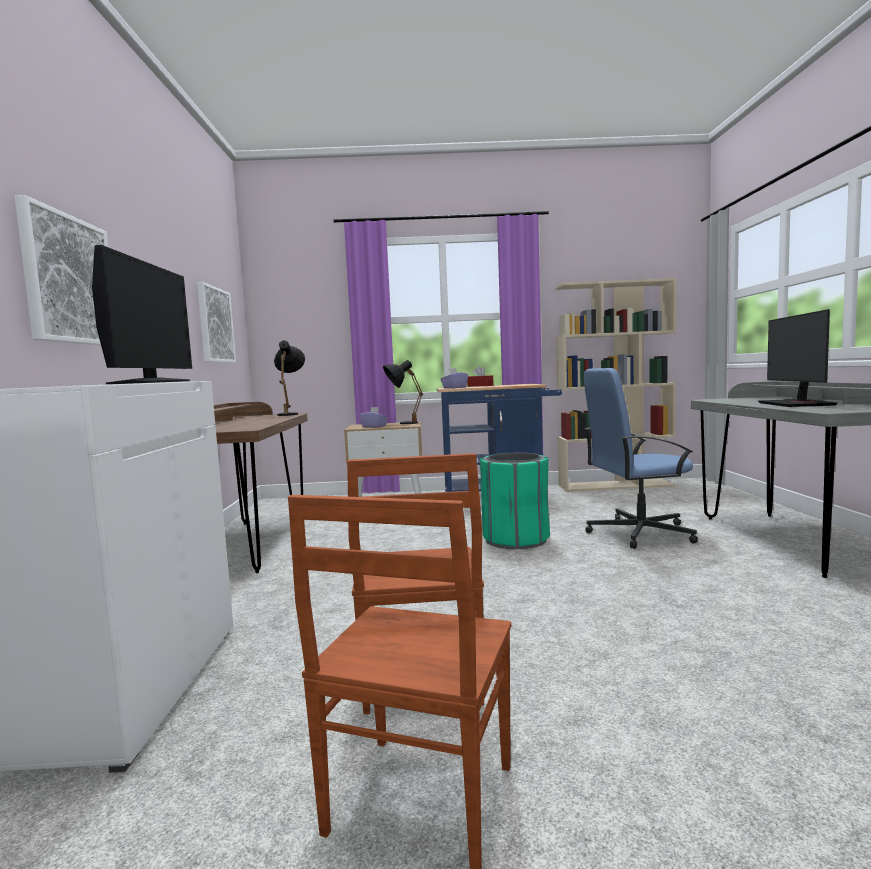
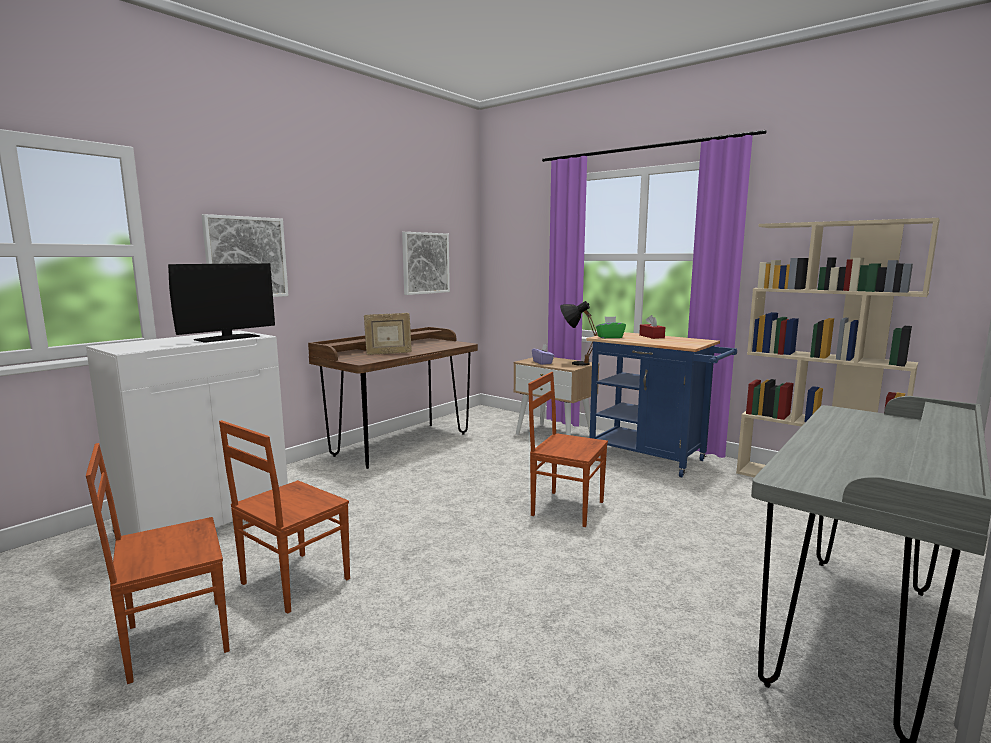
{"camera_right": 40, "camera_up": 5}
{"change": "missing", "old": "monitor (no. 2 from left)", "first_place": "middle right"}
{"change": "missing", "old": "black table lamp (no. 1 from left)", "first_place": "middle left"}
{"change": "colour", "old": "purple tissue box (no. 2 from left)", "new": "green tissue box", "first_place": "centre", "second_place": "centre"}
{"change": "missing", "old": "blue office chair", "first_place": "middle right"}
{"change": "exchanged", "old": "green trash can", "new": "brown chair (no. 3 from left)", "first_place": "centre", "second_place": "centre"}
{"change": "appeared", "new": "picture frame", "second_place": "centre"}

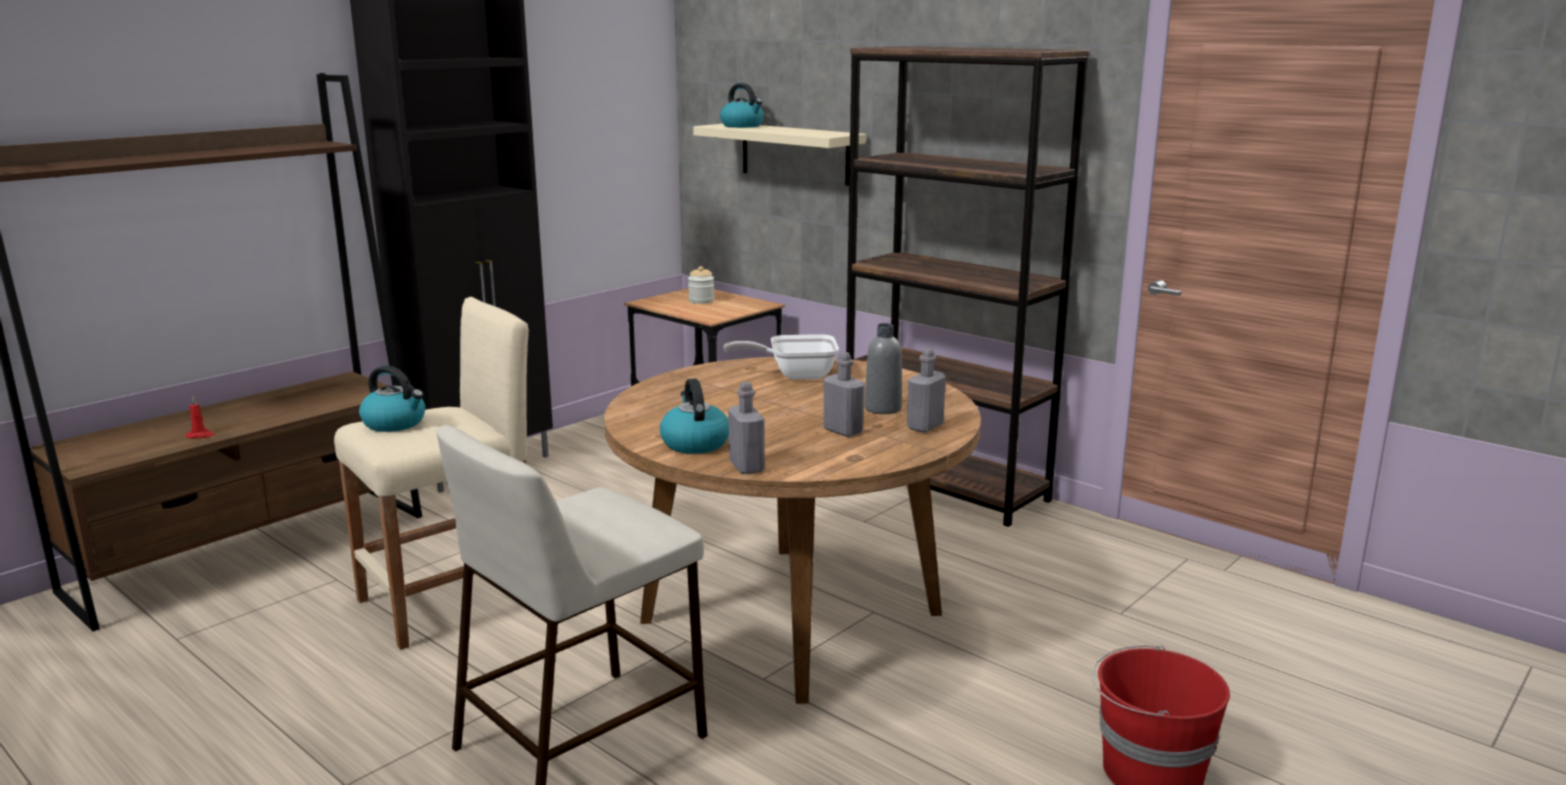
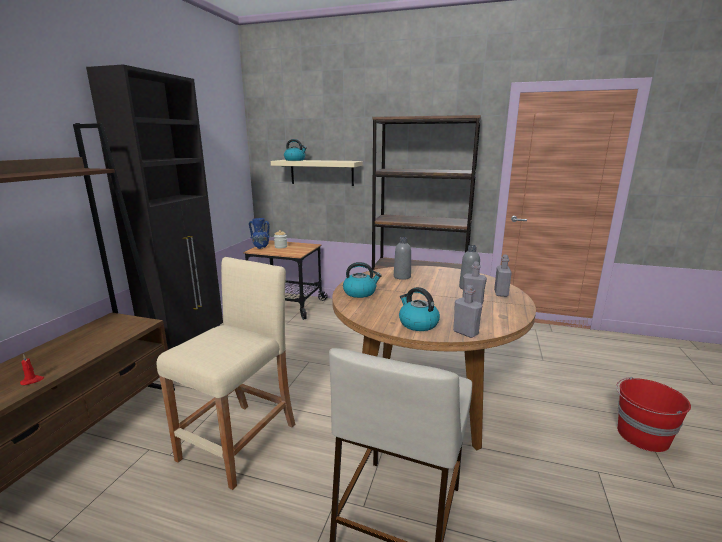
{"camera_right": -25, "camera_up": 0}
{"change": "exchanged", "old": "frying pan", "new": "grey bottle (no. 1 from left)", "first_place": "centre", "second_place": "centre"}
{"change": "relocated", "old": "kettle (no. 1 from left in the first image)", "new": "kettle (no. 2 from left)", "first_place": "middle left", "second_place": "centre"}
{"change": "appeared", "new": "blue vase", "second_place": "centre"}

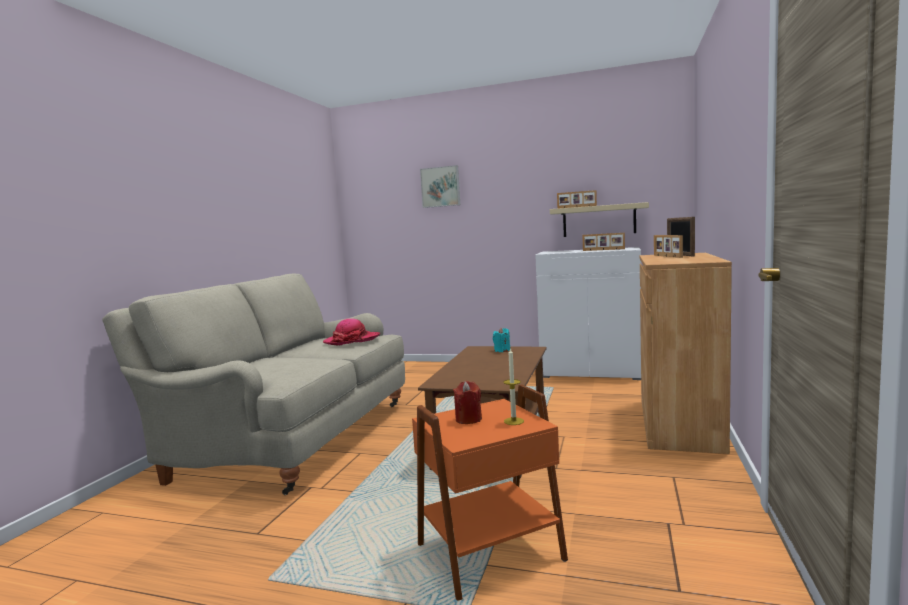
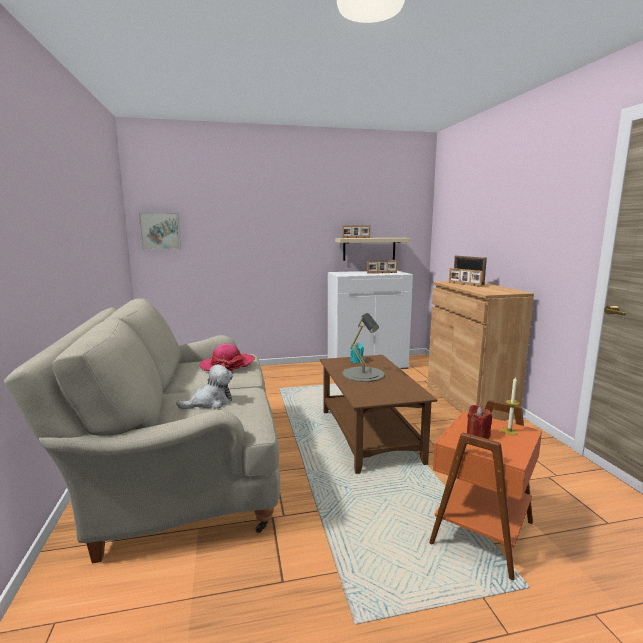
{"camera_right": -30, "camera_up": 5}
{"change": "relocated", "old": "picture", "first_place": "top centre", "second_place": "middle left"}
{"change": "appeared", "new": "grey table lamp", "second_place": "centre"}
{"change": "appeared", "new": "plush toy", "second_place": "middle left"}

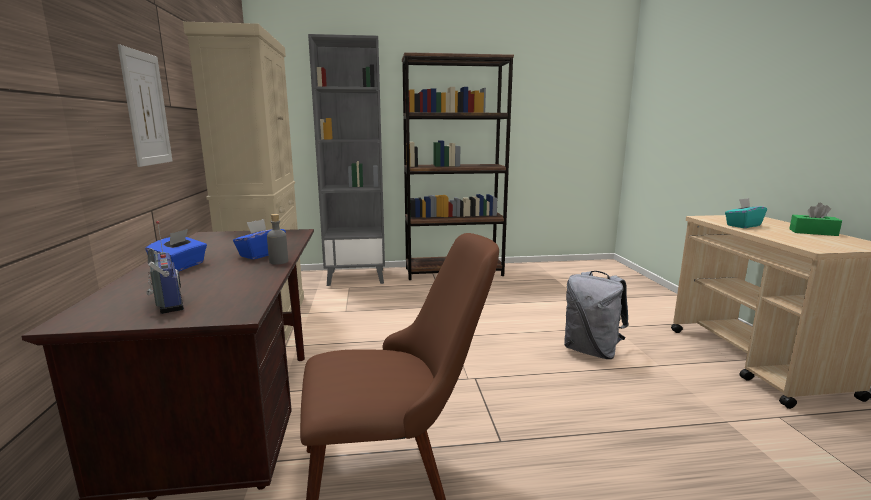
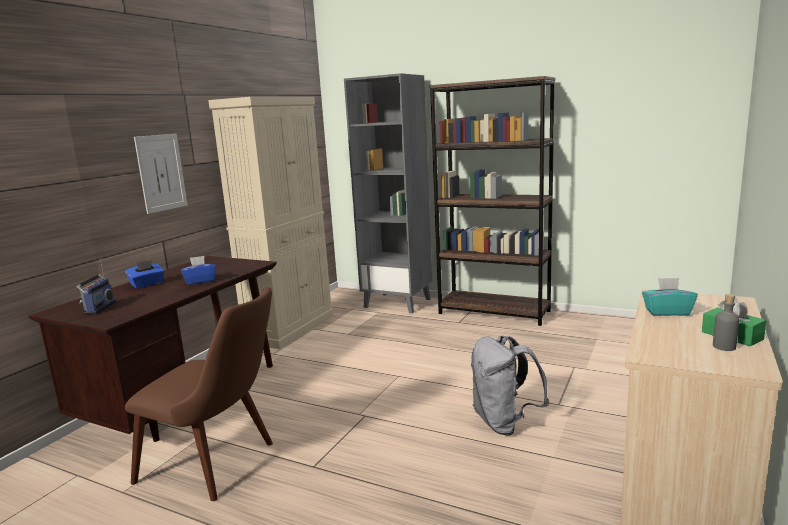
{"camera_right": 35, "camera_up": 0}
{"change": "relocated", "old": "grey bottle", "first_place": "middle left", "second_place": "middle right"}

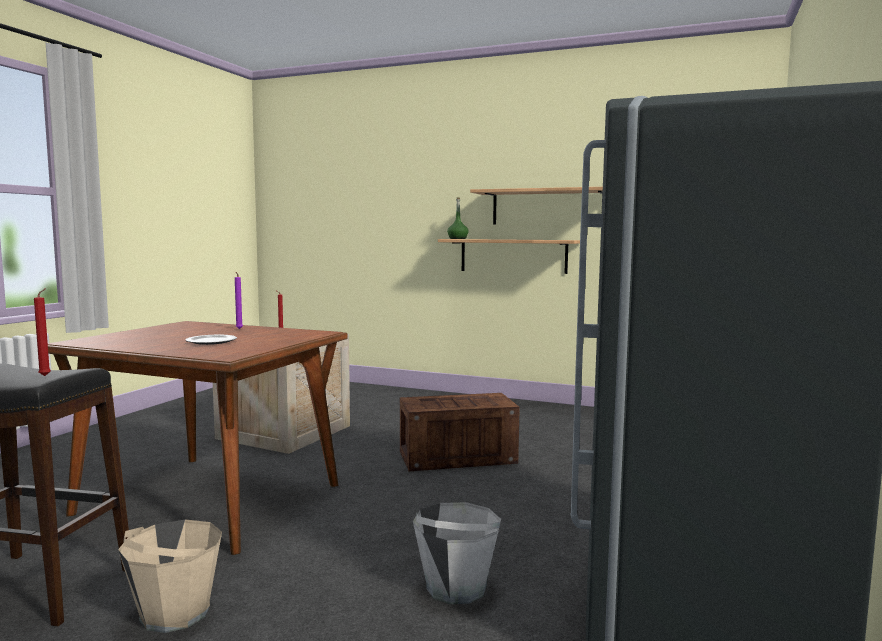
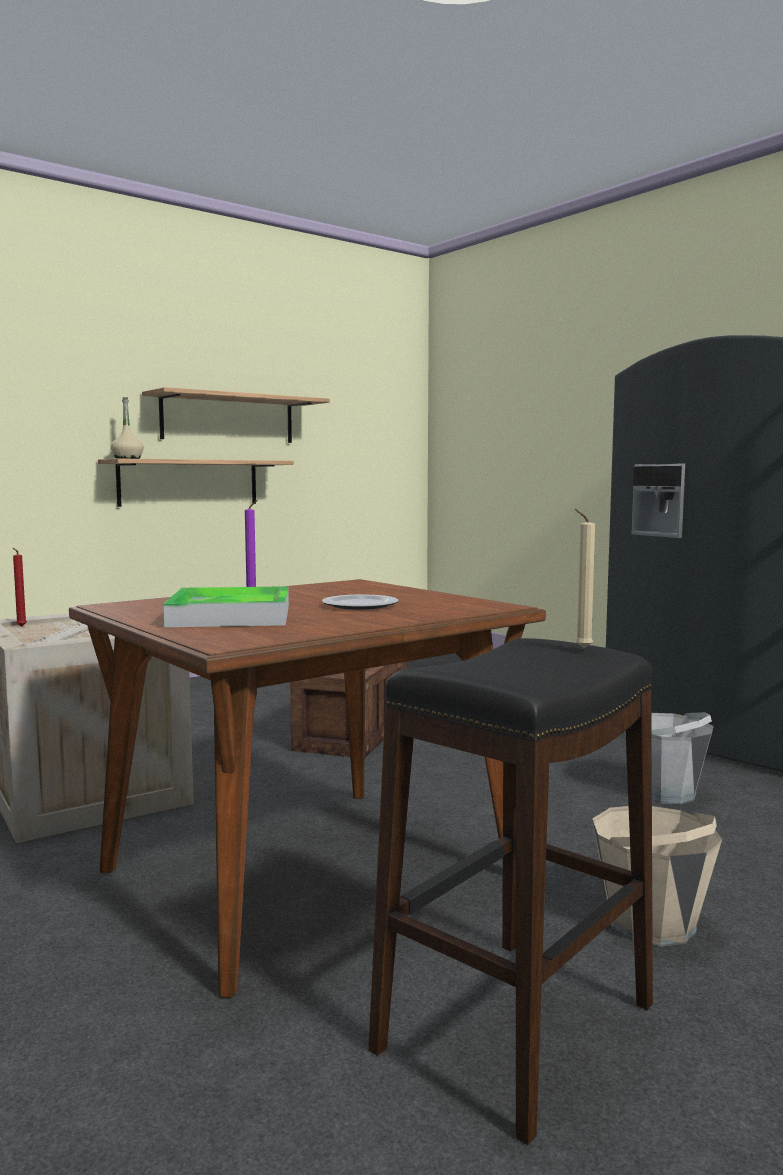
{"camera_right": -60, "camera_up": 0}
{"change": "colour", "old": "green bottle", "new": "beige bottle", "first_place": "centre", "second_place": "middle left"}
{"change": "colour", "old": "red candle (no. 1 from left)", "new": "beige candle", "first_place": "middle left", "second_place": "middle right"}
{"change": "appeared", "new": "tray", "second_place": "middle left"}

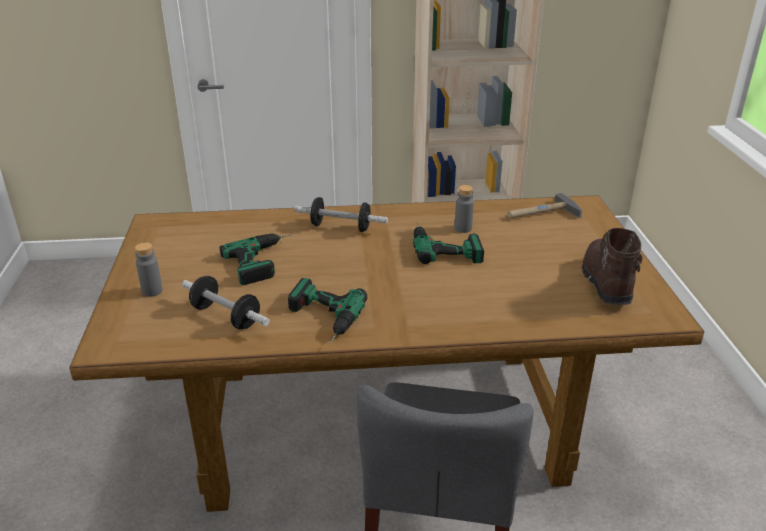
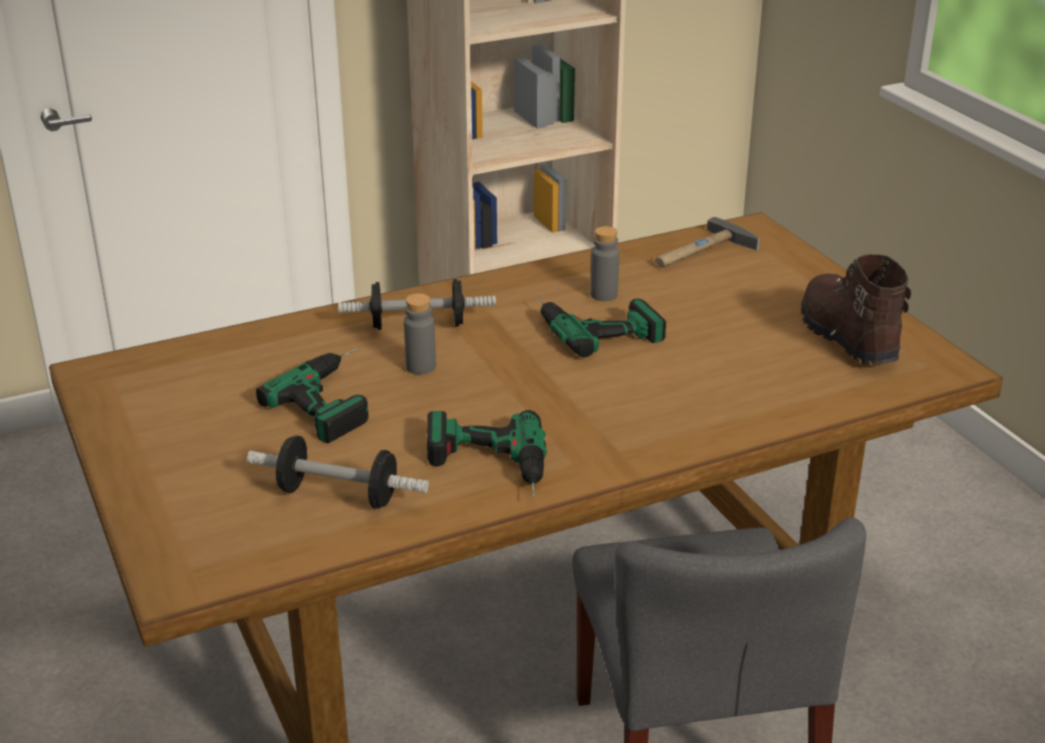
{"camera_right": -20, "camera_up": 0}
{"change": "relocated", "old": "grey bottle (no. 1 from left)", "first_place": "middle left", "second_place": "centre"}

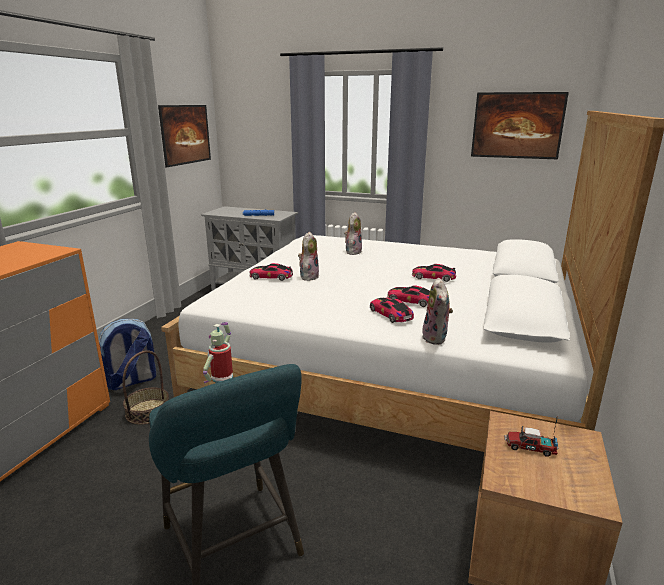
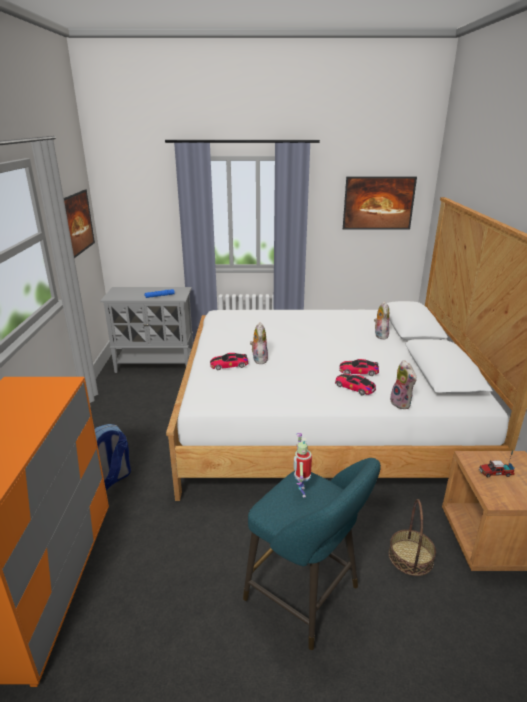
{"camera_right": -20, "camera_up": 5}
{"change": "relocated", "old": "plush toy (no. 2 from left)", "first_place": "centre", "second_place": "middle right"}
{"change": "missing", "old": "toy car (no. 4 from left)", "first_place": "centre"}
{"change": "relocated", "old": "basket", "first_place": "middle left", "second_place": "bottom right"}

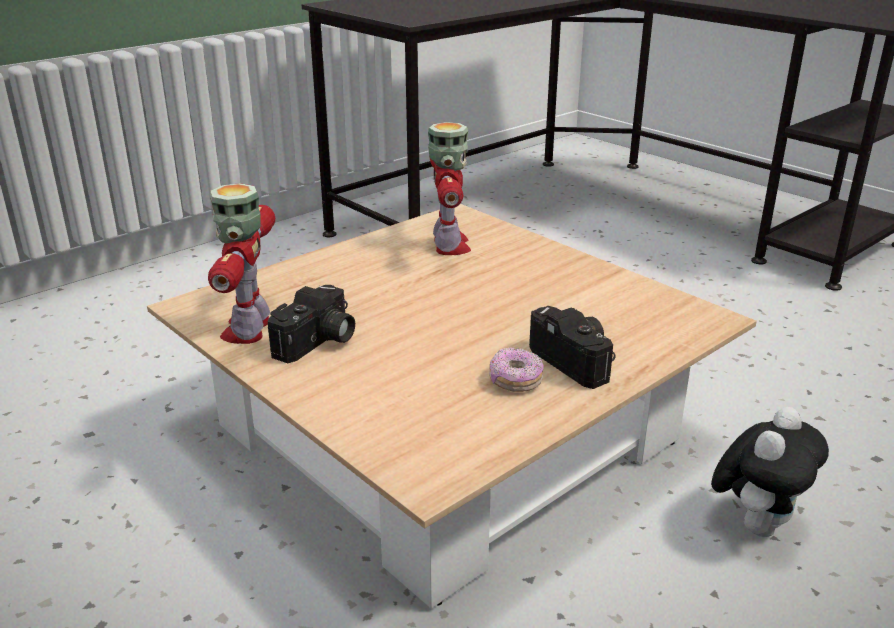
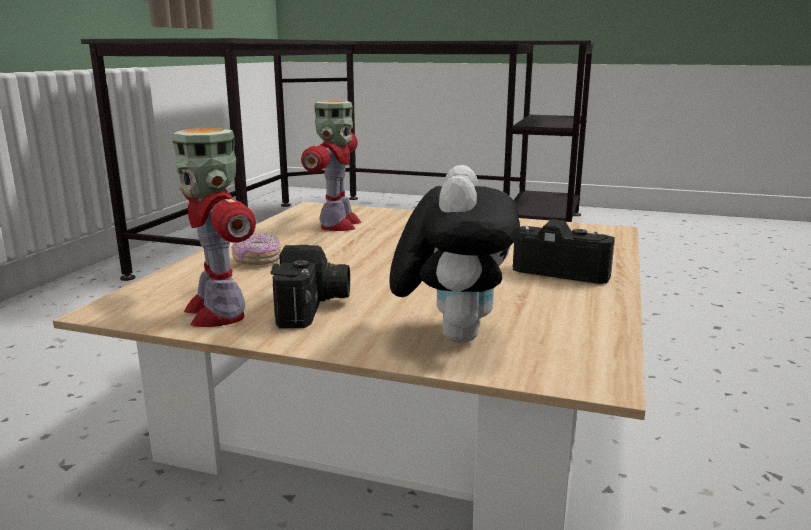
{"camera_right": -30, "camera_up": -10}
{"change": "spun", "old": "toy robot (no. 2 from left)", "first_place": "top centre", "second_place": "top centre", "degrees": 45}
{"change": "relocated", "old": "donut", "first_place": "centre", "second_place": "middle left"}
{"change": "relocated", "old": "plush toy", "first_place": "bottom right", "second_place": "centre"}

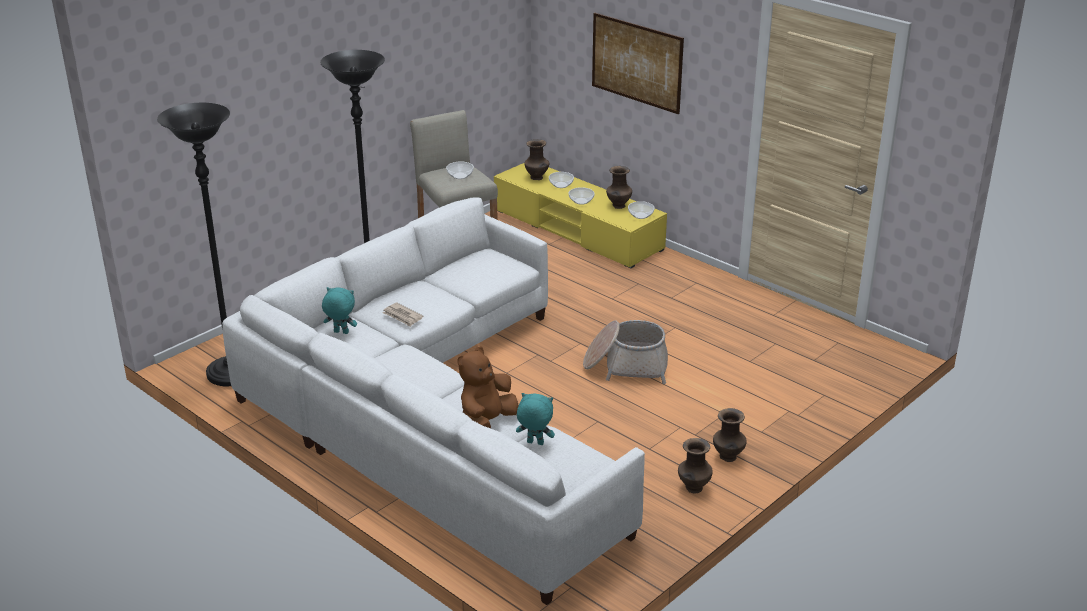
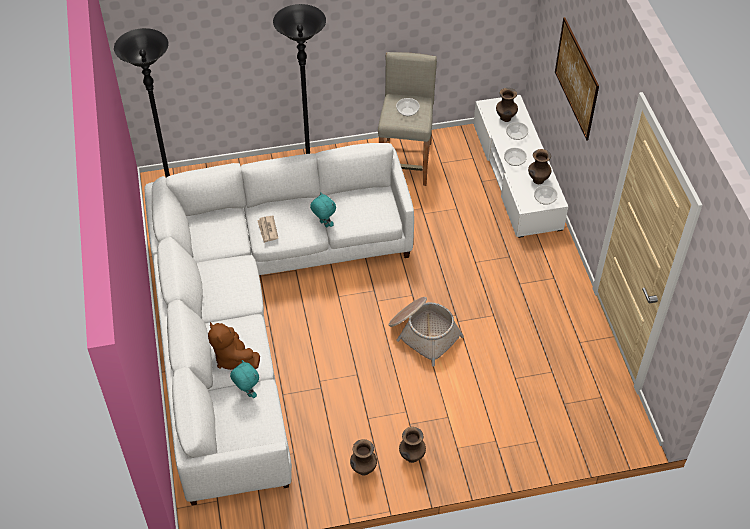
{"camera_right": 35, "camera_up": 20}
{"change": "colour", "old": "yellow tv stand", "new": "white tv stand", "first_place": "centre", "second_place": "top right"}
{"change": "relocated", "old": "turquoise plush toy (no. 1 from left in the first image)", "new": "turquoise plush toy (no. 2 from left)", "first_place": "middle left", "second_place": "centre"}
{"change": "spun", "old": "brown plush toy", "first_place": "centre", "second_place": "middle left", "degrees": -105}

